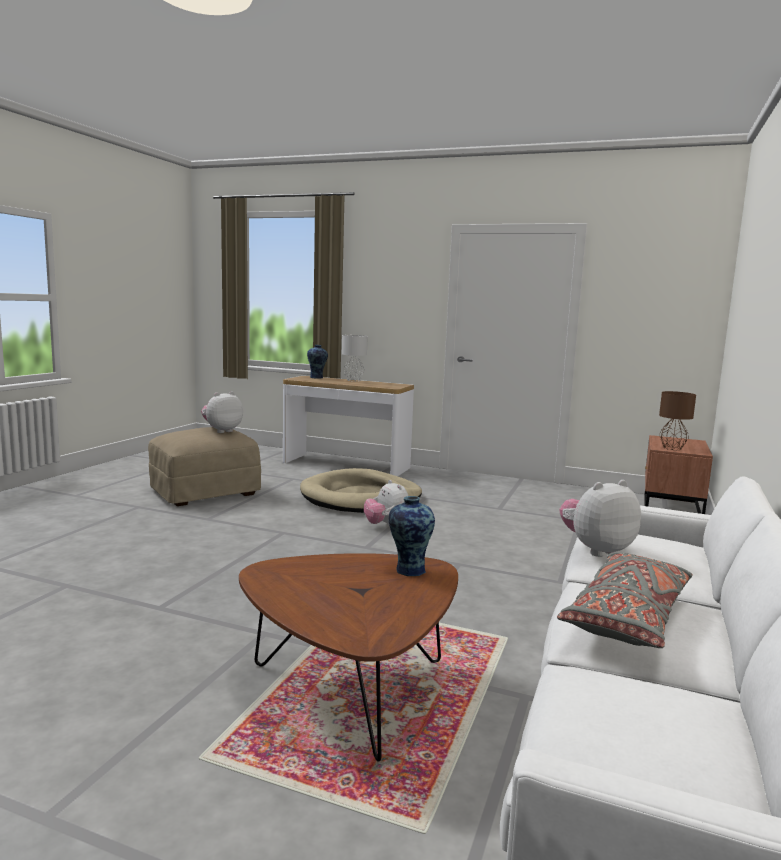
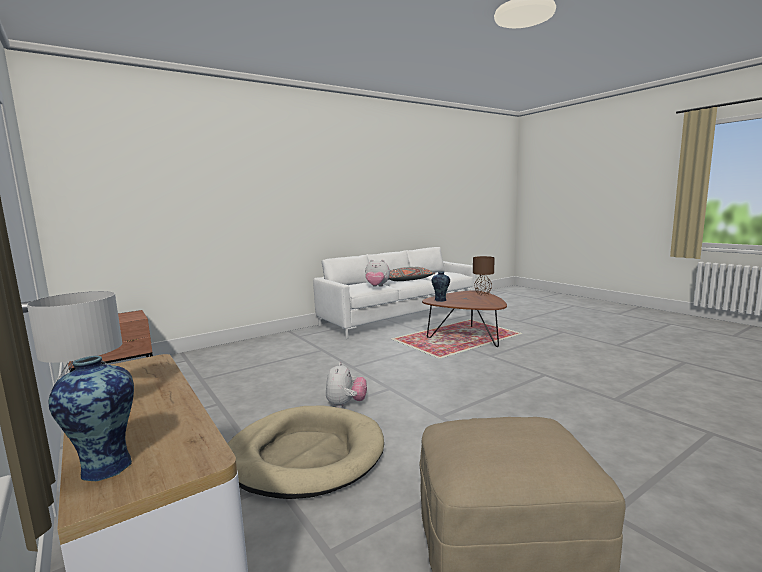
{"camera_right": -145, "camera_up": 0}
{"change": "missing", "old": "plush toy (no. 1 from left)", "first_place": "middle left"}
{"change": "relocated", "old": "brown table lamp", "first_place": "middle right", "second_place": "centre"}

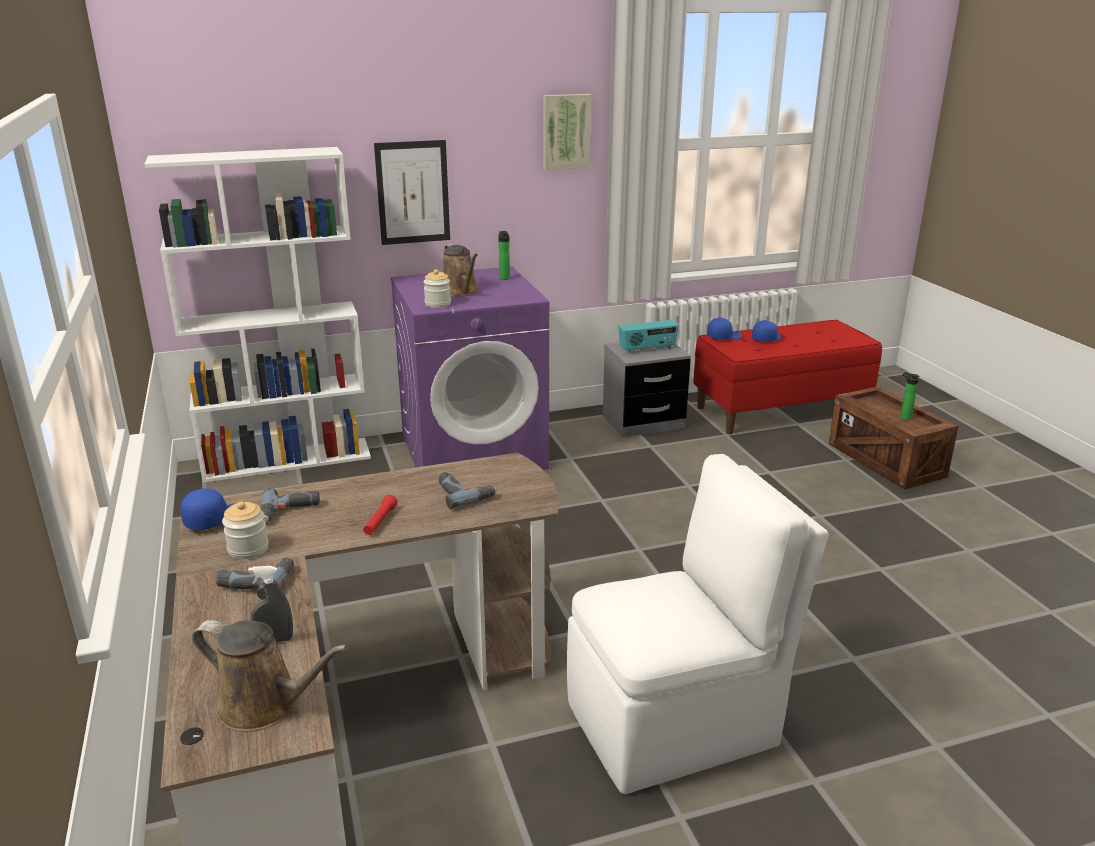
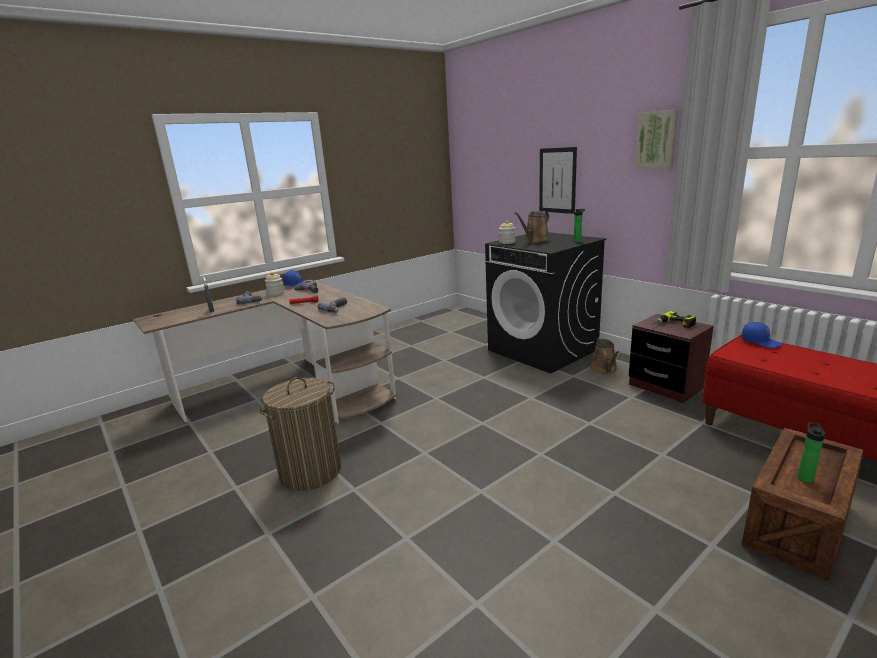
{"camera_right": 70, "camera_up": -5}
{"change": "missing", "old": "white bookcase", "first_place": "middle left"}
{"change": "colour", "old": "purple washing machine", "new": "black washing machine", "first_place": "centre", "second_place": "centre"}
{"change": "exchanged", "old": "radio", "new": "power drill (no. 4 from left)", "first_place": "centre", "second_place": "middle right"}
{"change": "missing", "old": "blue cap (no. 3 from left)", "first_place": "middle right"}
{"change": "colour", "old": "grey nightstand", "new": "brown nightstand", "first_place": "centre", "second_place": "middle right"}
{"change": "exchanged", "old": "white chair", "new": "laundry basket", "first_place": "bottom centre", "second_place": "centre"}
{"change": "relocated", "old": "brown watering can (no. 1 from left in the first image)", "new": "brown watering can (no. 2 from left)", "first_place": "bottom left", "second_place": "middle right"}

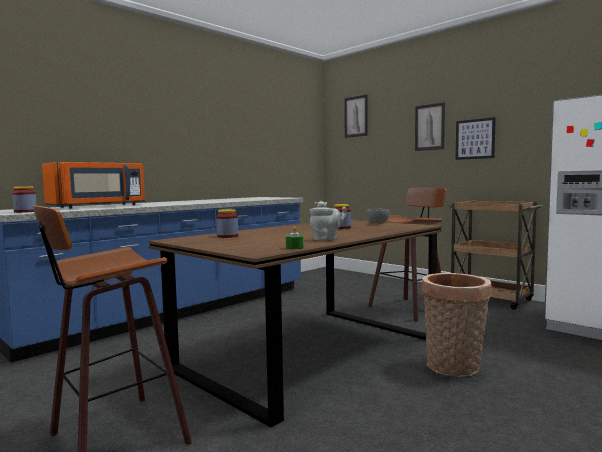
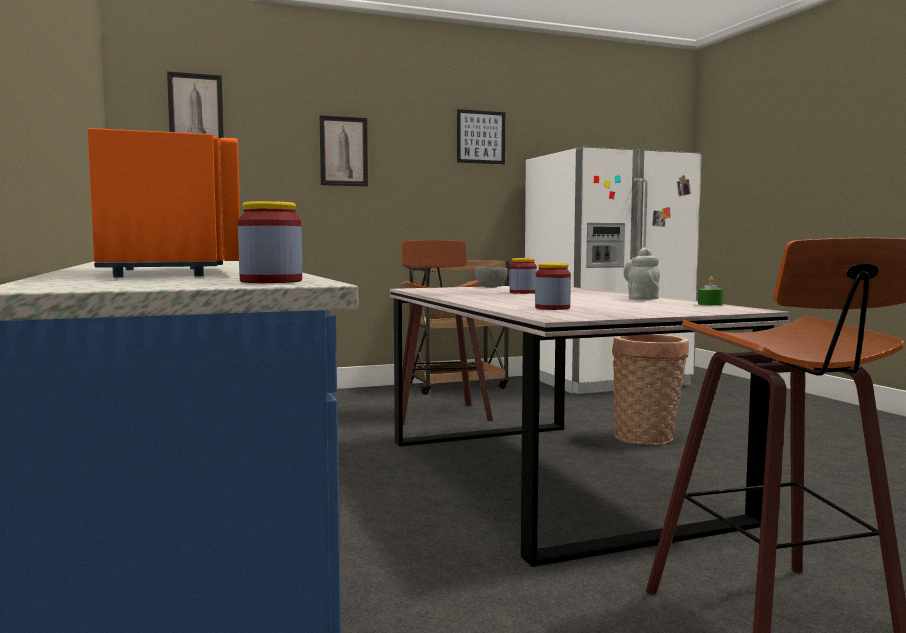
{"camera_right": -65, "camera_up": 0}
{"change": "relocated", "old": "picture (no. 3 from left)", "first_place": "top right", "second_place": "top centre"}
{"change": "colour", "old": "brown dining table", "new": "grey dining table", "first_place": "bottom centre", "second_place": "bottom centre"}

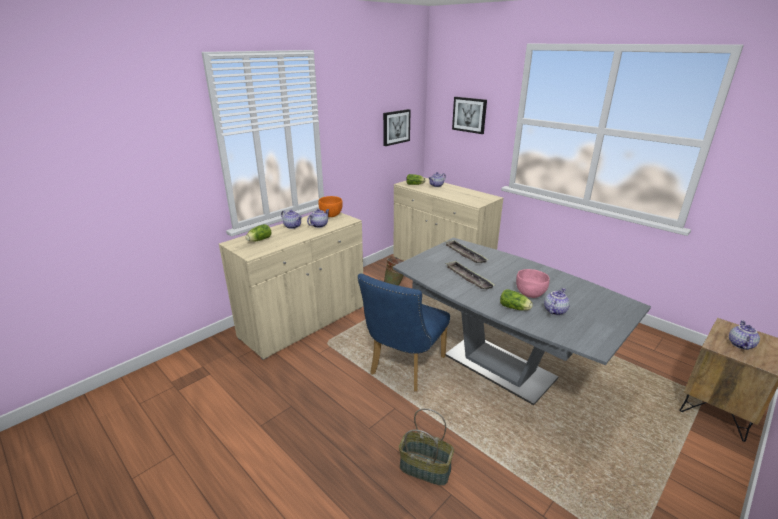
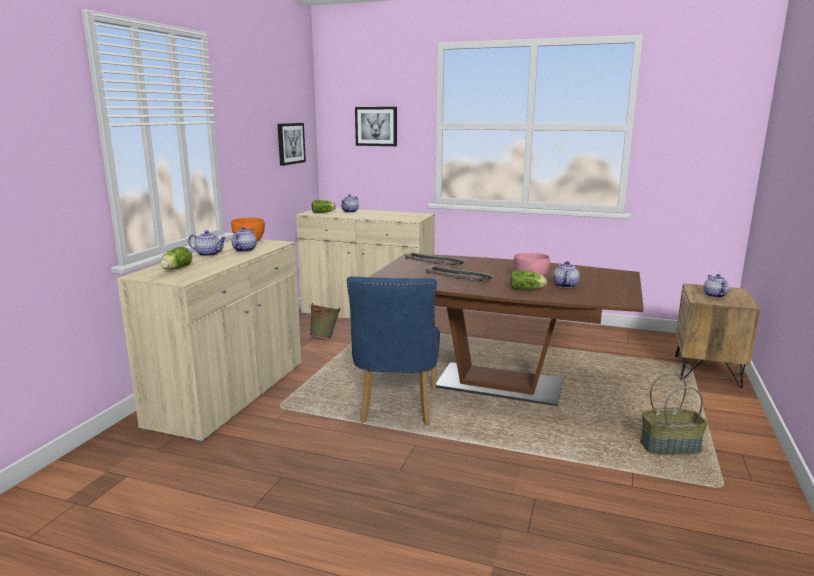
{"camera_right": -25, "camera_up": -10}
{"change": "colour", "old": "grey dining table", "new": "brown dining table", "first_place": "middle right", "second_place": "centre"}
{"change": "relocated", "old": "basket", "first_place": "bottom centre", "second_place": "bottom right"}

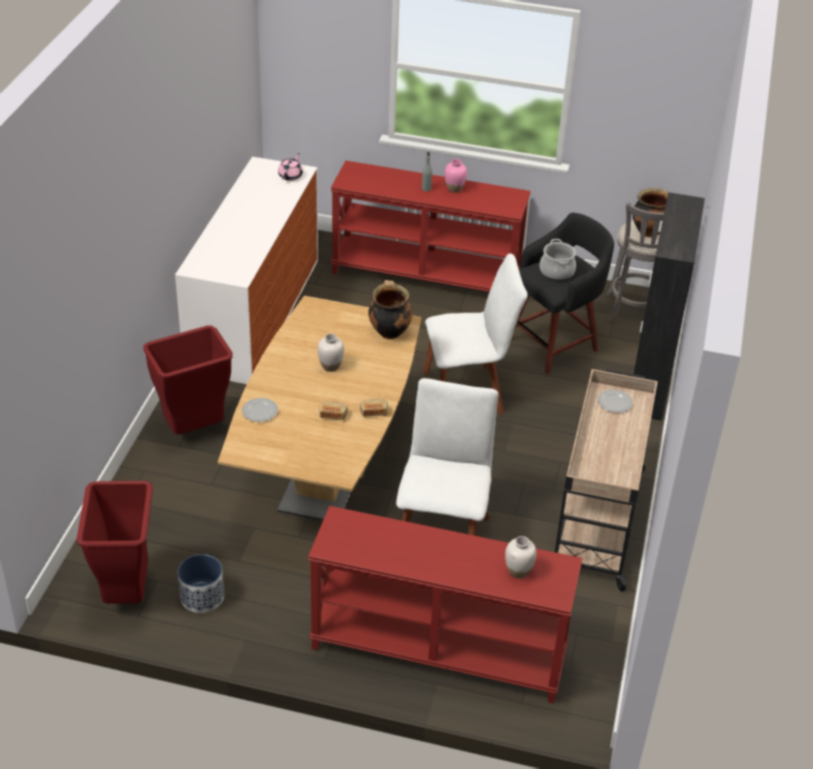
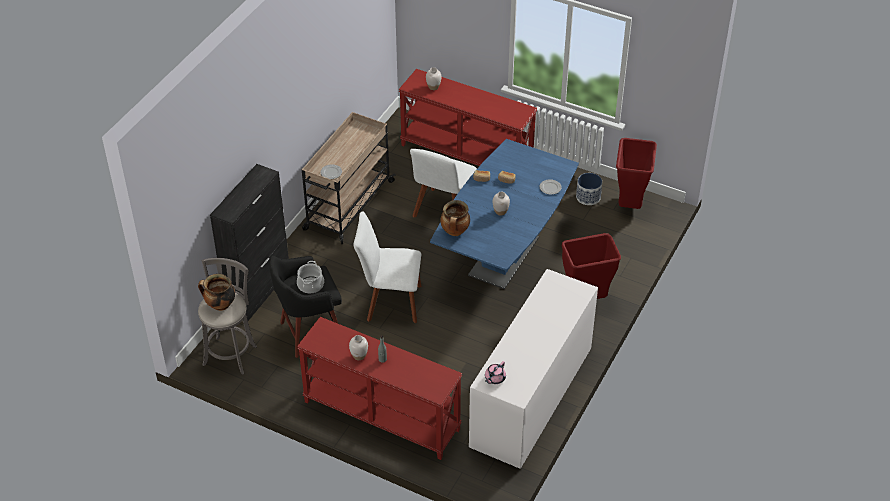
{"camera_right": -165, "camera_up": 5}
{"change": "colour", "old": "pink vase", "new": "white vase (no. 1 from left)", "first_place": "top centre", "second_place": "bottom centre"}
{"change": "colour", "old": "brown dining table", "new": "blue dining table", "first_place": "centre", "second_place": "centre"}

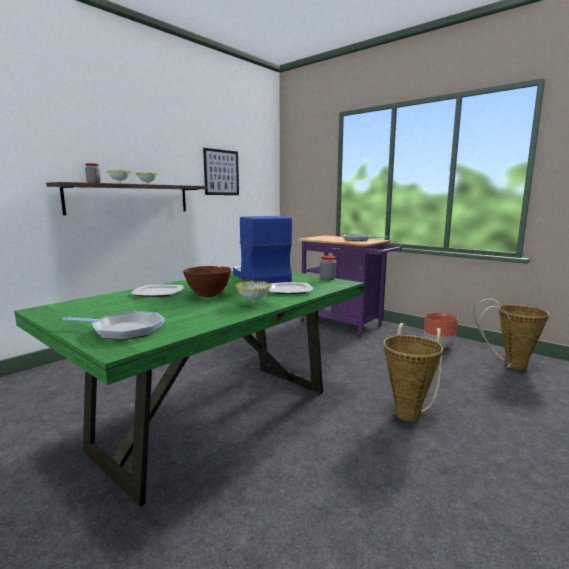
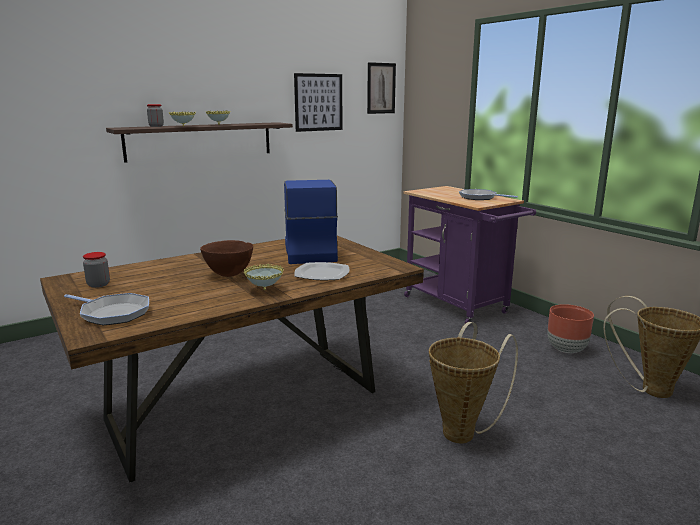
{"camera_right": 15, "camera_up": 5}
{"change": "relocated", "old": "jar (no. 2 from left in the first image)", "new": "jar (no. 1 from left)", "first_place": "centre", "second_place": "middle left"}
{"change": "colour", "old": "green dining table", "new": "brown dining table", "first_place": "bottom left", "second_place": "bottom left"}
{"change": "missing", "old": "plate (no. 1 from left)", "first_place": "middle left"}
{"change": "appeared", "new": "picture (no. 2 from left)", "second_place": "top centre"}

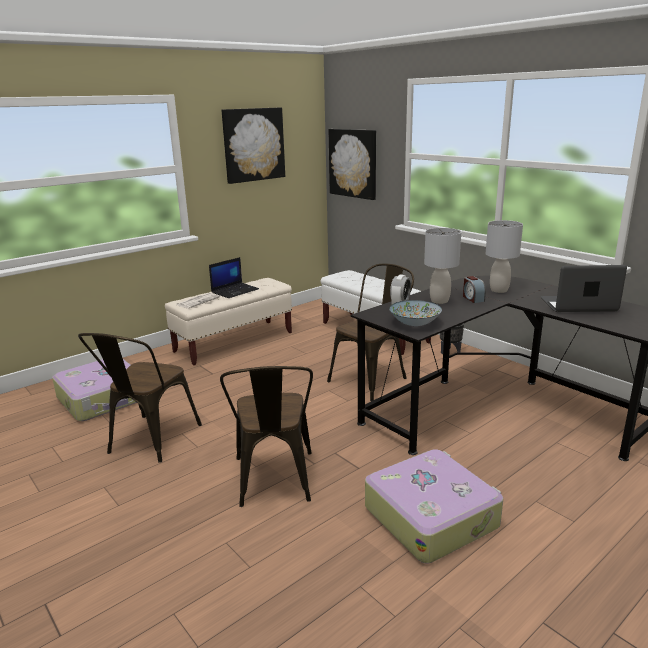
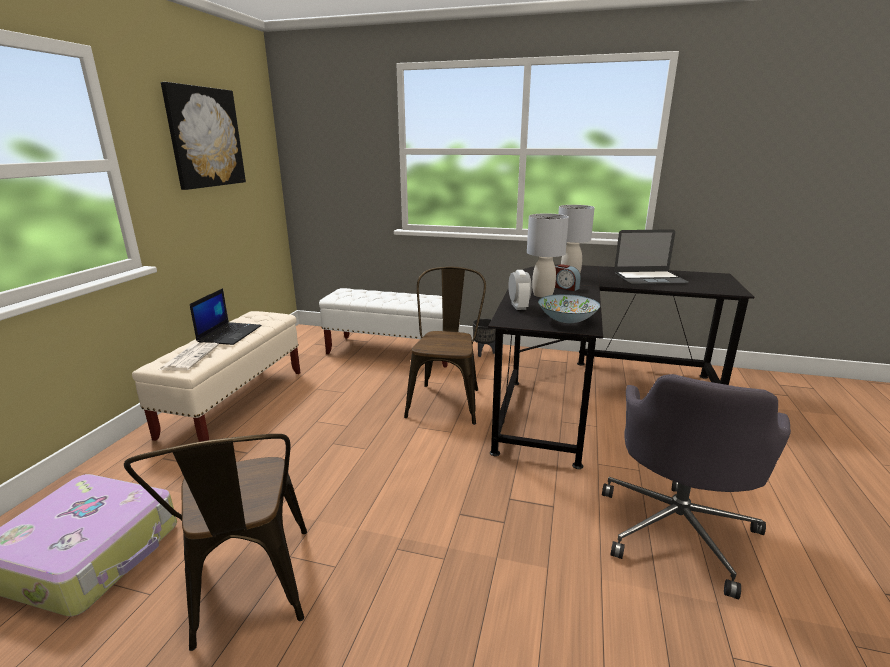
{"camera_right": -35, "camera_up": 0}
{"change": "missing", "old": "picture (no. 2 from left)", "first_place": "top centre"}
{"change": "spun", "old": "laptop (no. 2 from left)", "first_place": "middle right", "second_place": "middle right", "degrees": -150}
{"change": "missing", "old": "brown chair (no. 2 from left)", "first_place": "bottom centre"}
{"change": "exchanged", "old": "suitcase (no. 2 from left)", "new": "grey office chair", "first_place": "bottom right", "second_place": "bottom right"}

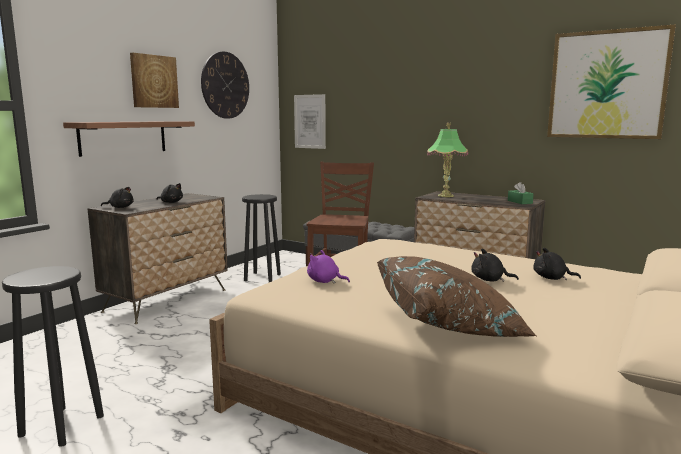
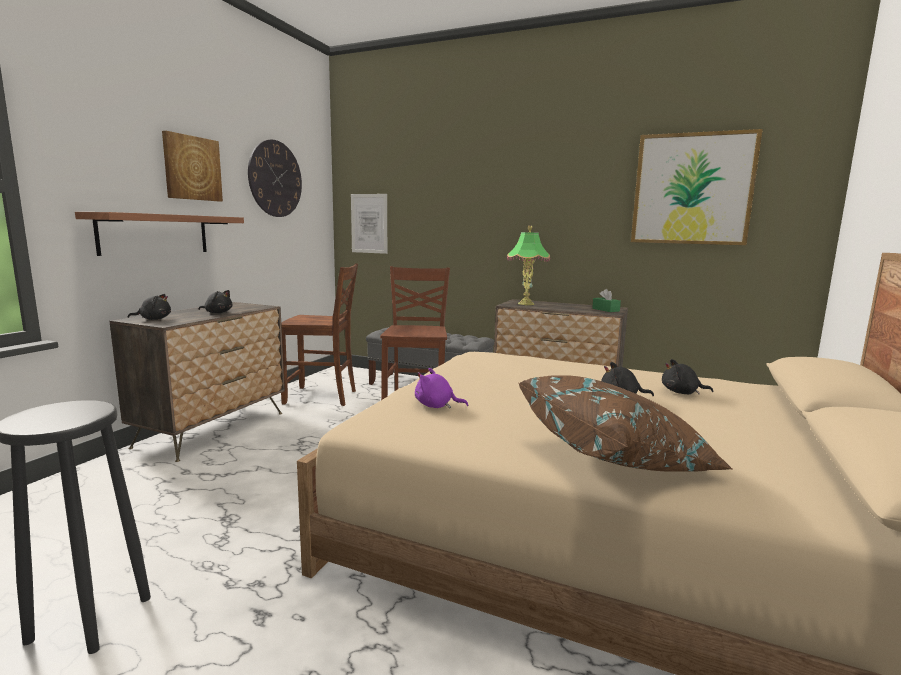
{"camera_right": -10, "camera_up": 0}
{"change": "exchanged", "old": "black stool (no. 2 from left)", "new": "brown chair (no. 1 from left)", "first_place": "centre", "second_place": "centre"}

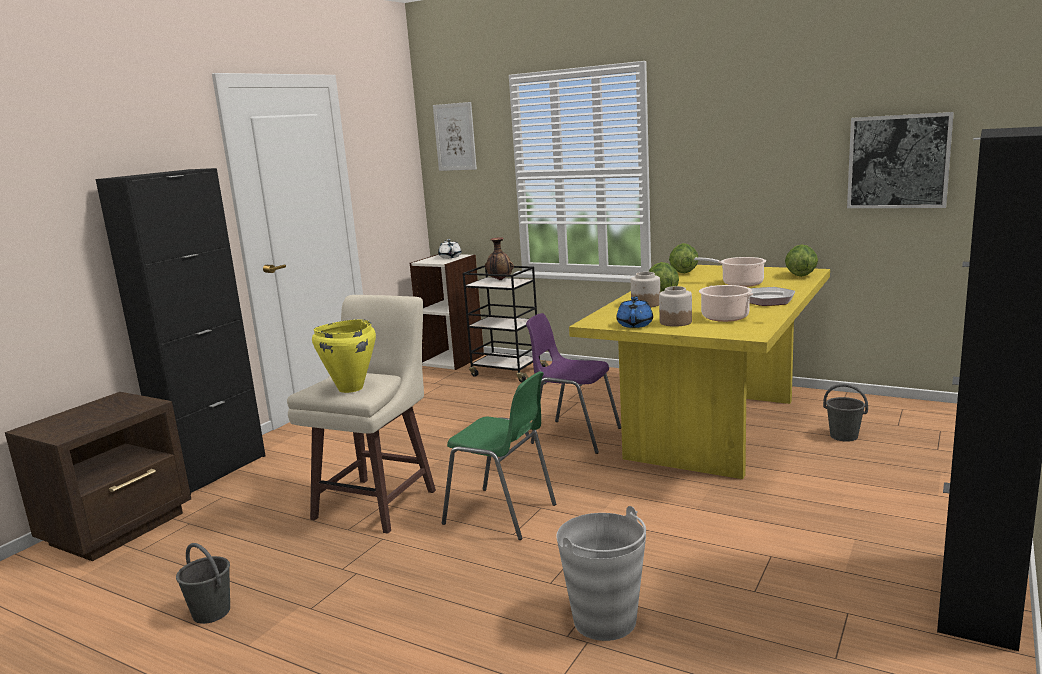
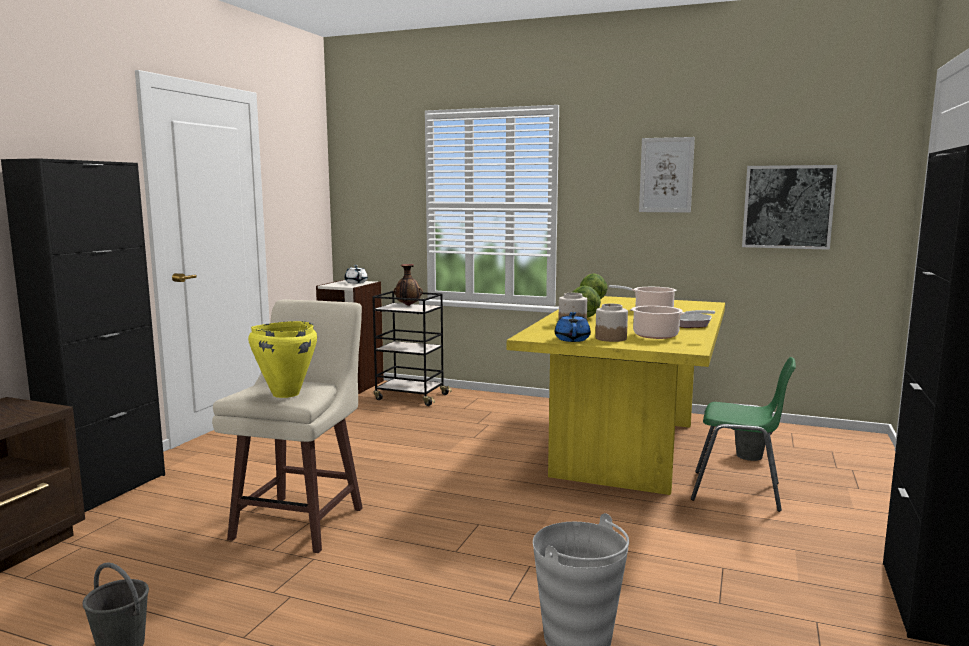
{"camera_right": -10, "camera_up": -5}
{"change": "relocated", "old": "picture (no. 1 from left)", "first_place": "top centre", "second_place": "top right"}
{"change": "missing", "old": "lettuce (no. 3 from left)", "first_place": "middle right"}
{"change": "missing", "old": "purple chair", "first_place": "centre"}
{"change": "relocated", "old": "green chair", "first_place": "bottom centre", "second_place": "bottom right"}

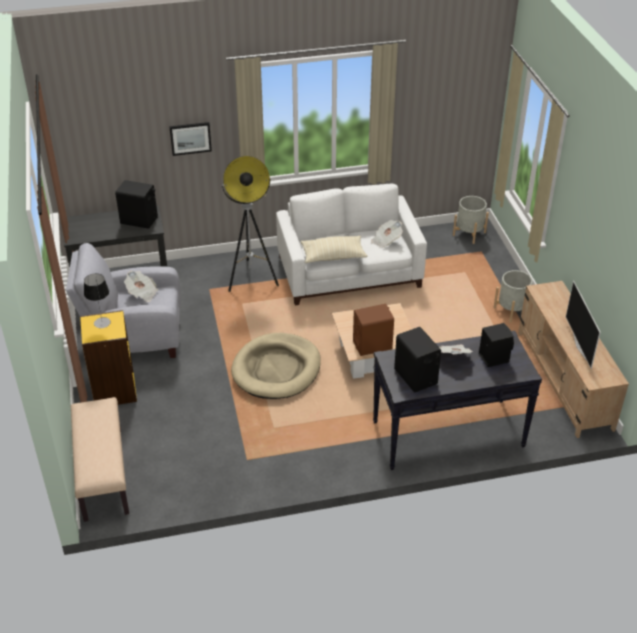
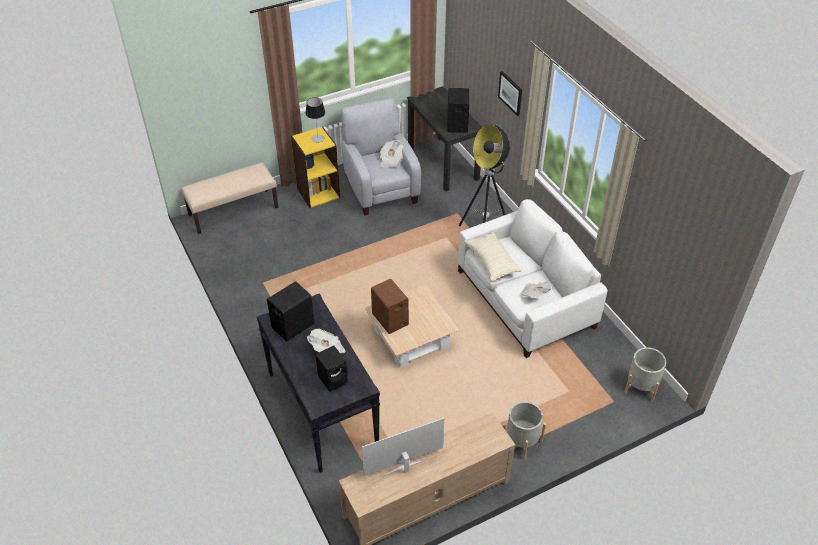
{"camera_right": 75, "camera_up": 5}
{"change": "missing", "old": "beige dog bed", "first_place": "centre"}

